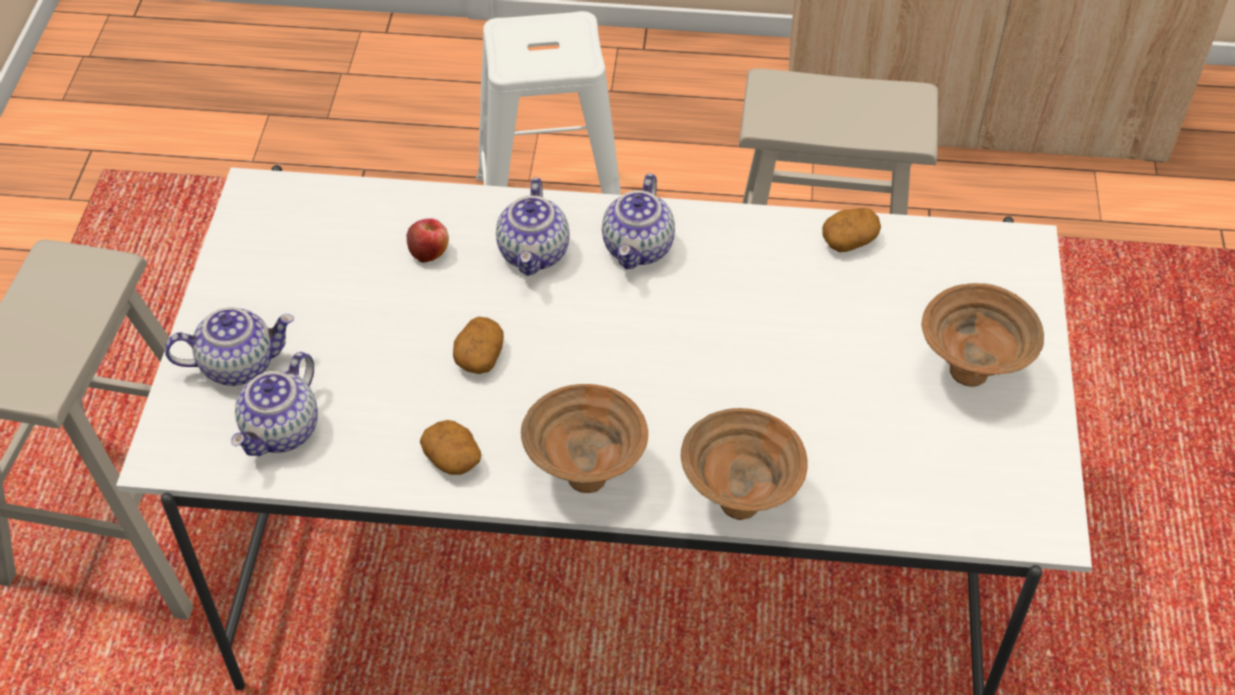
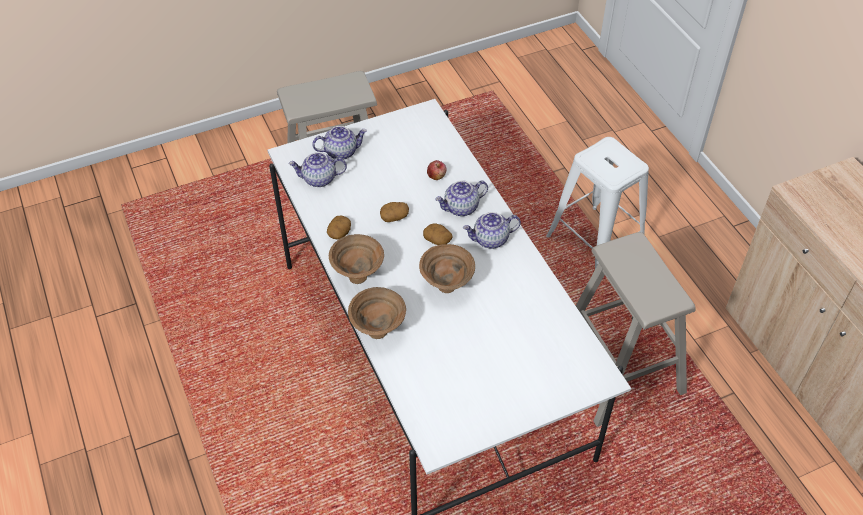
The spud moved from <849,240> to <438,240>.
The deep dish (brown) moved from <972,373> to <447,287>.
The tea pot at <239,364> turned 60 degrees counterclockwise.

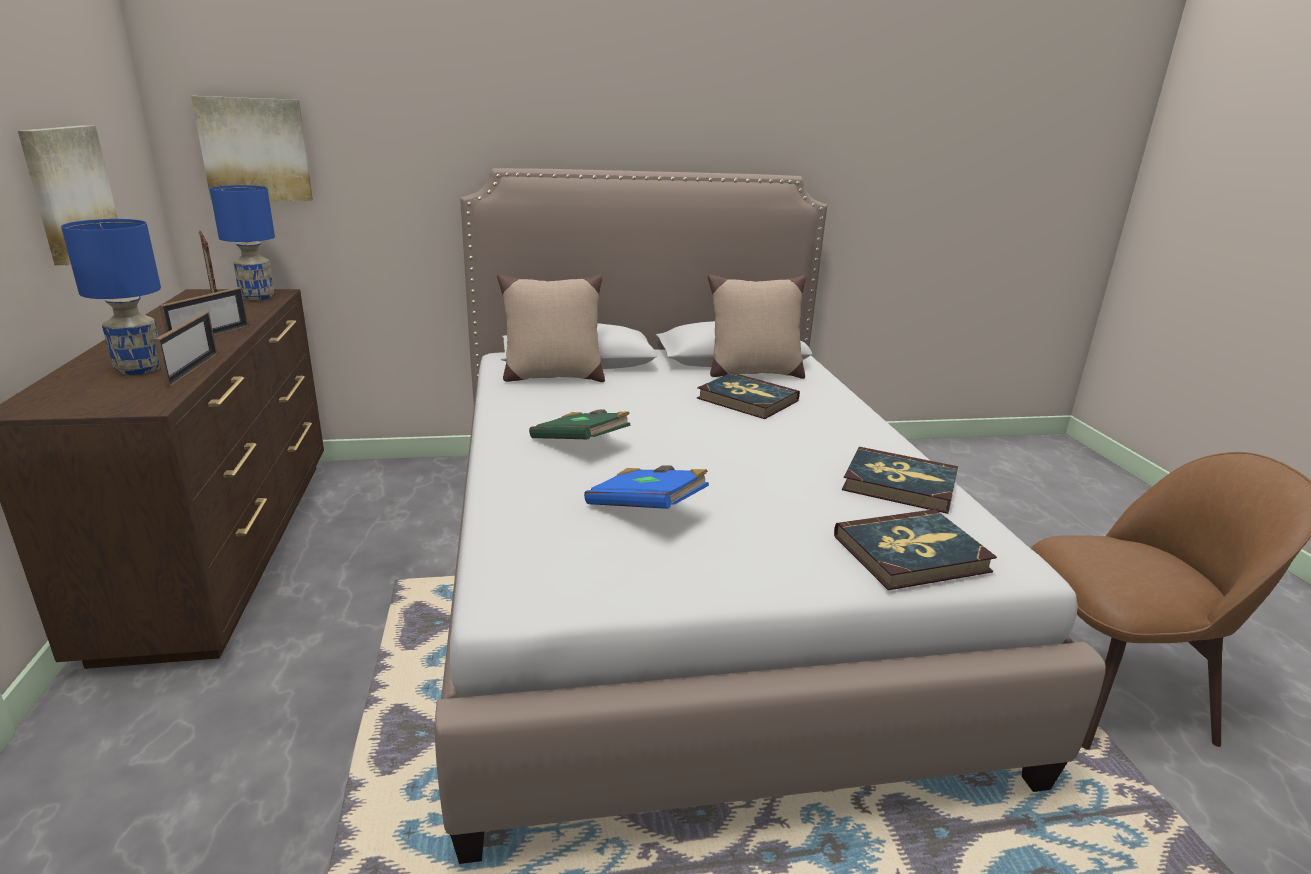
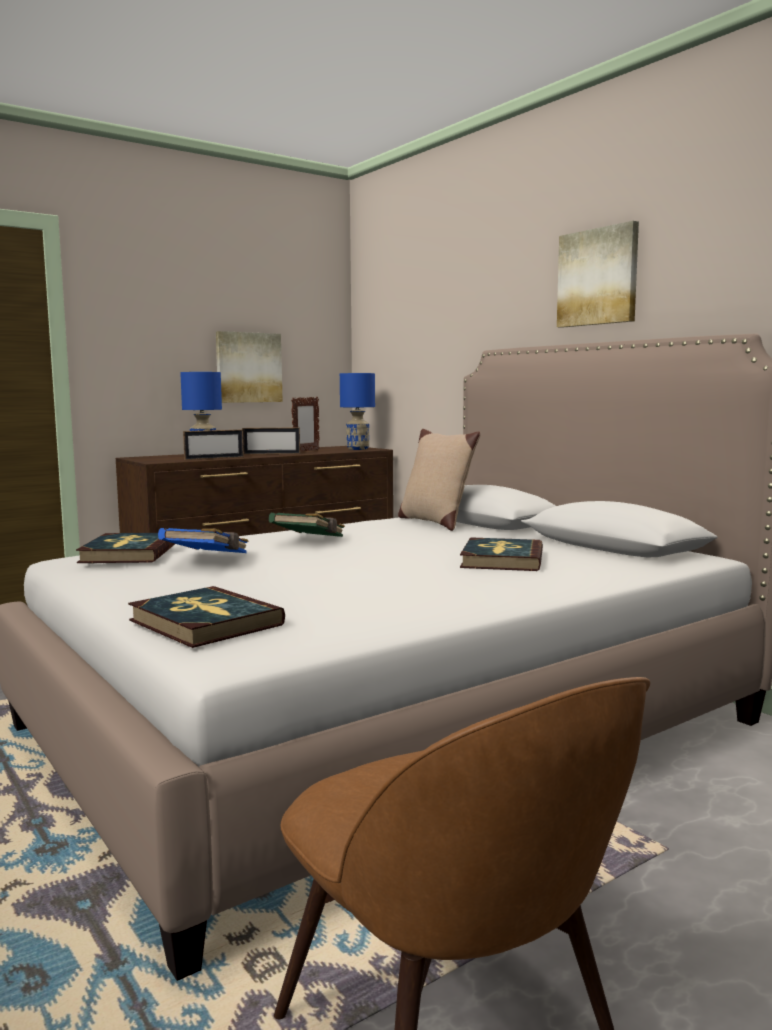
The pillow (beige-coloured) at <752,373> disappeared.
The wall art moved from <255,149> to <598,277>.
The volume moved from <899,484> to <128,553>.

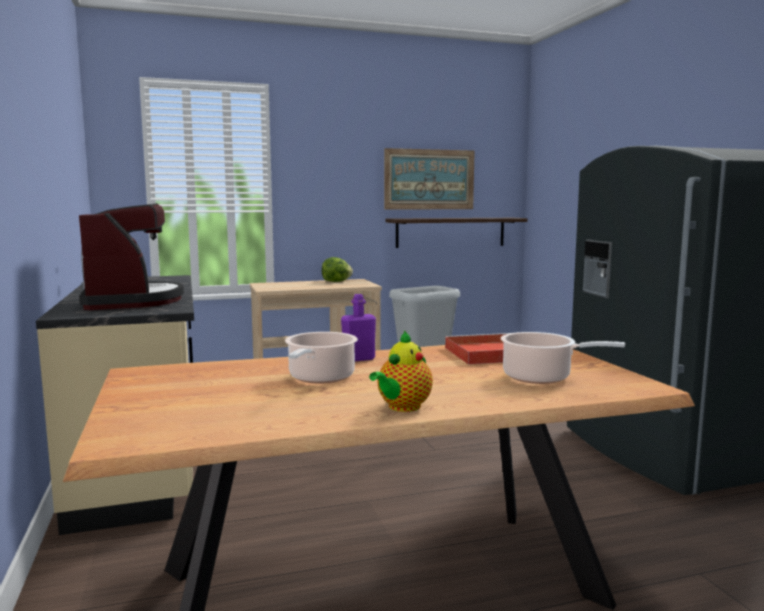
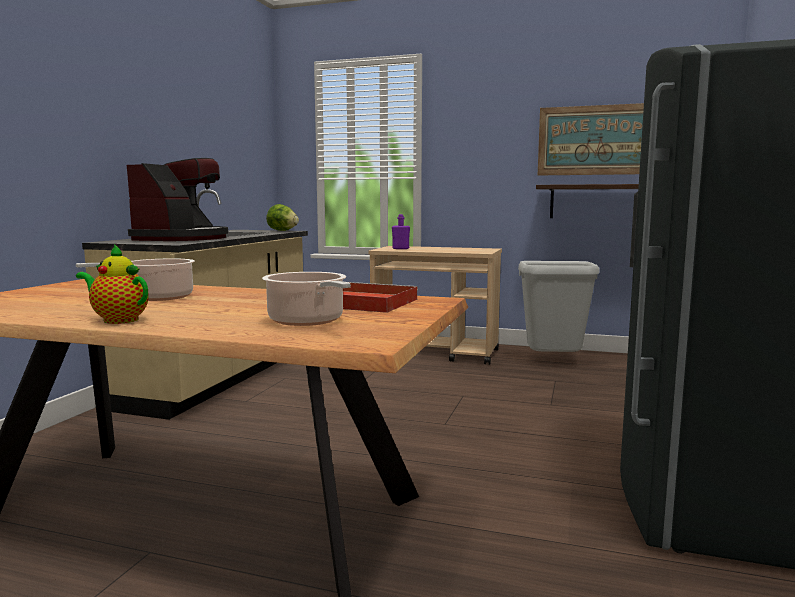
The lettuce moved from <336,281> to <282,230>.
The bottle (purple-coloured) moved from <358,359> to <400,248>.
The tea pot at <402,407> turned 45 degrees clockwise.

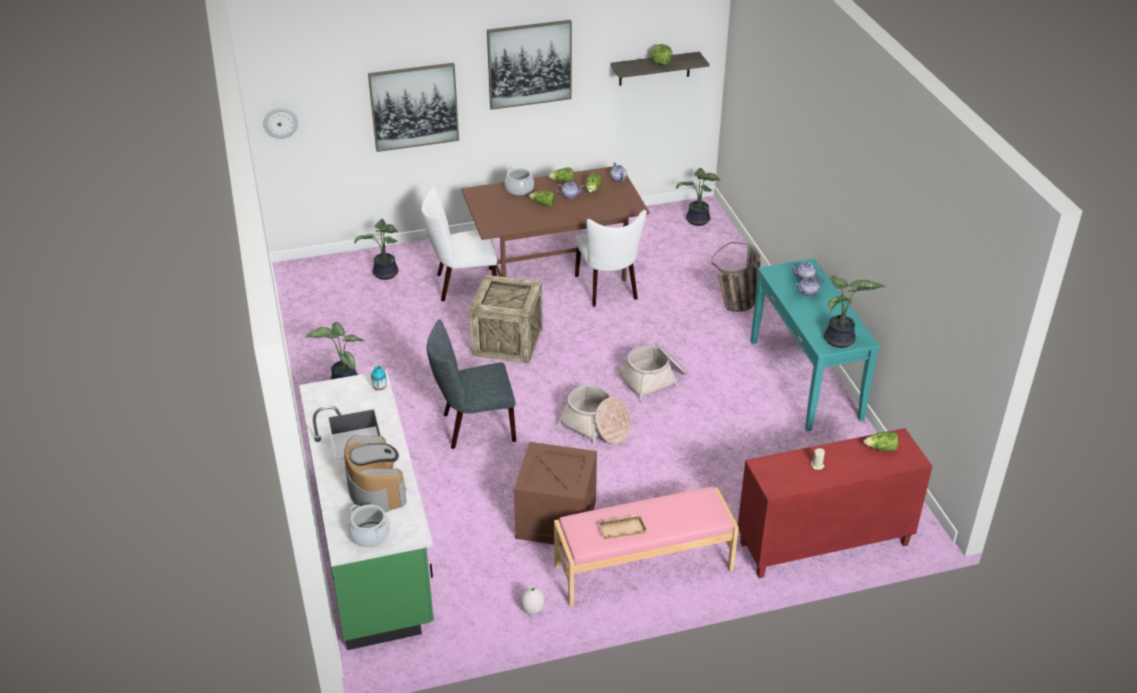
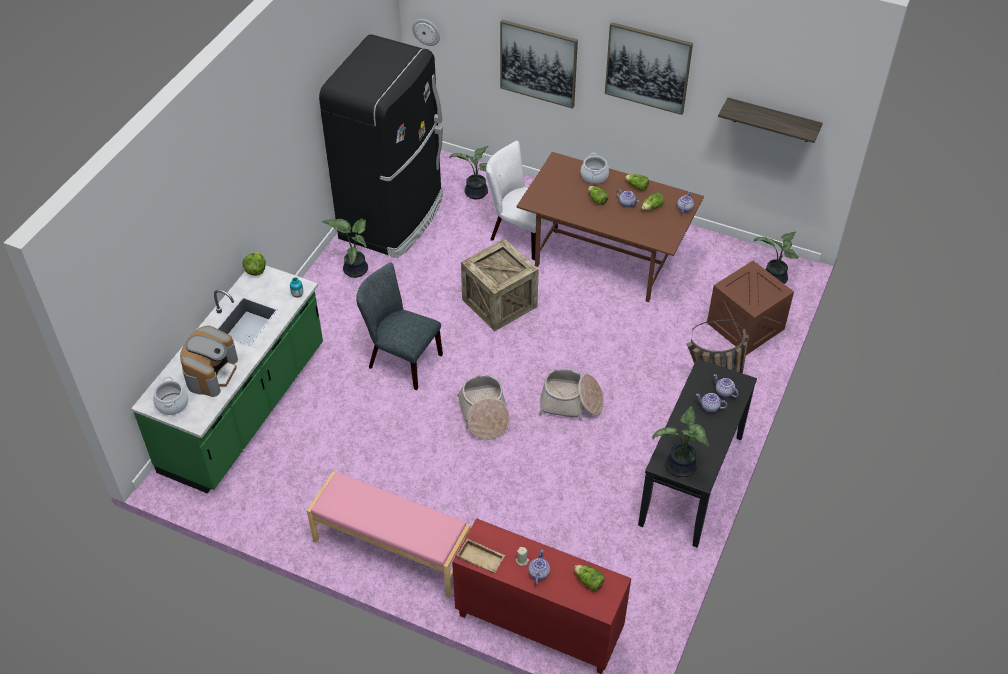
The decorative vase (whitish) at <533,610> disappeared.
The upright chair (whitish) at <608,289> disappeared.
The kitchen fridge (black) at <393,217> appeared.
The tea pot at <538,573> appeared.
The packing crate moved from <556,519> to <745,326>.
The carrying tray (beige-coloured) moved from <622,528> to <482,557>.
The lettuce moved from <660,63> to <255,270>.
The console table (blue-green) at <806,379> became the console table (black) at <692,480>.

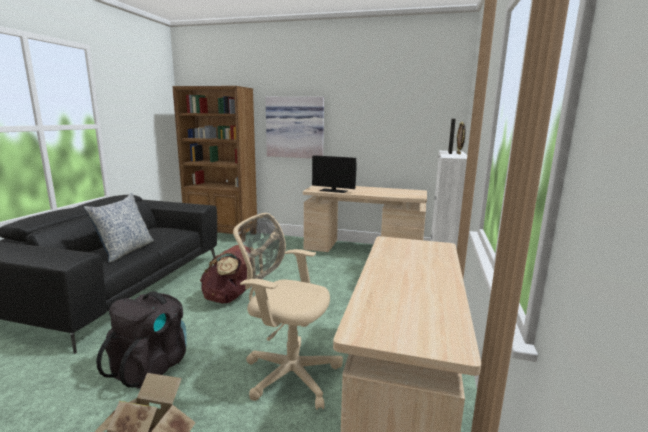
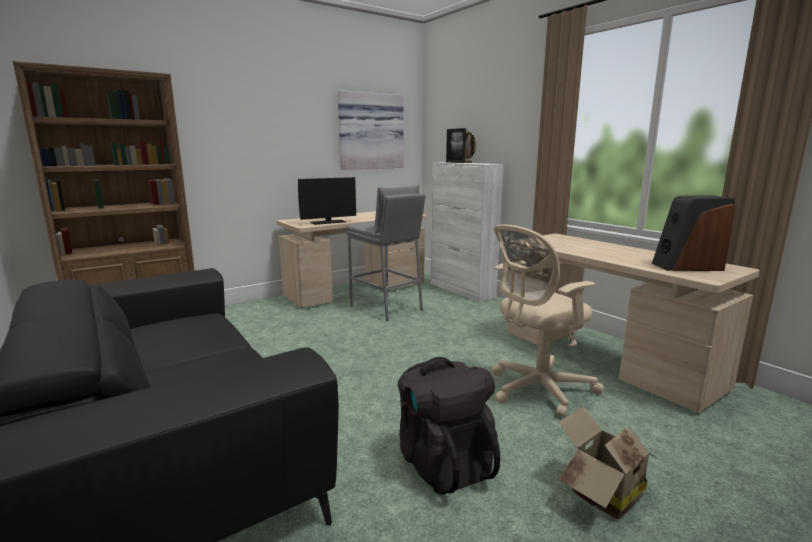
The pillow at <125,251> disappeared.
The rucksack (brown) at <229,298> disappeared.
The sitting stool (grey) at <386,308> appeared.
The audio speaker at <686,266> appeared.
The wall art moved from <295,127> to <370,131>.

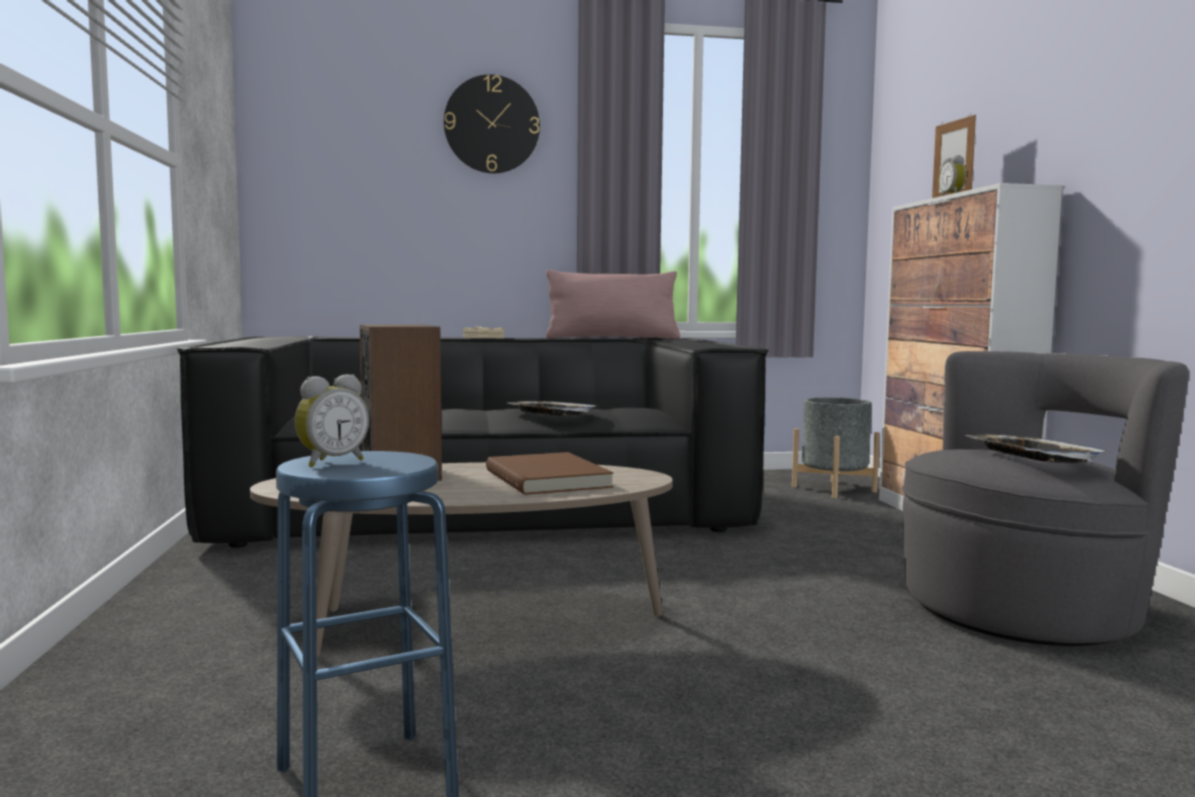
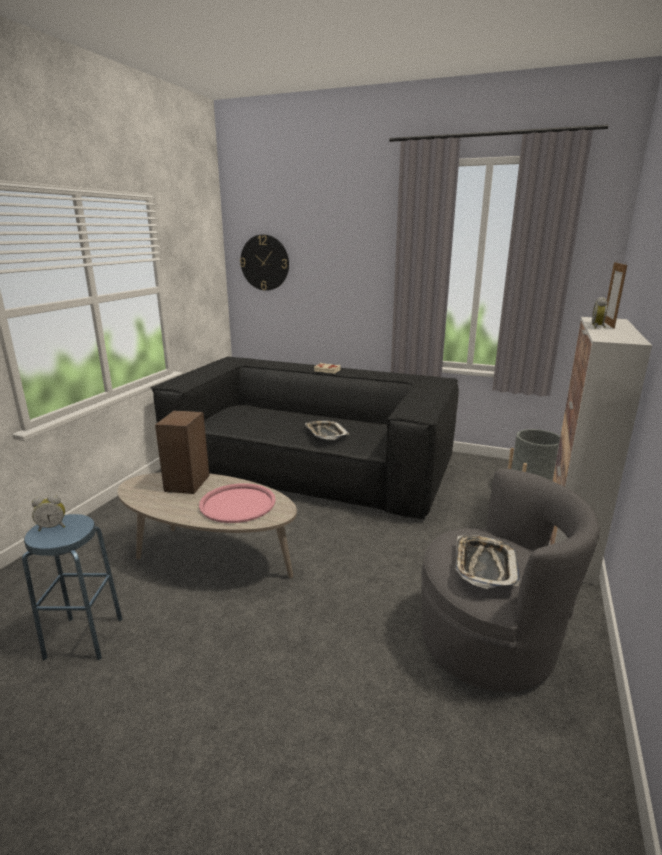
The pillow (pink-coloured) at <612,338> disappeared.
The hanging clock moved from <492,124> to <265,262>.
The volume (brown) at <549,478> was replaced by the carrying tray (pink-coloured) at <237,504>.

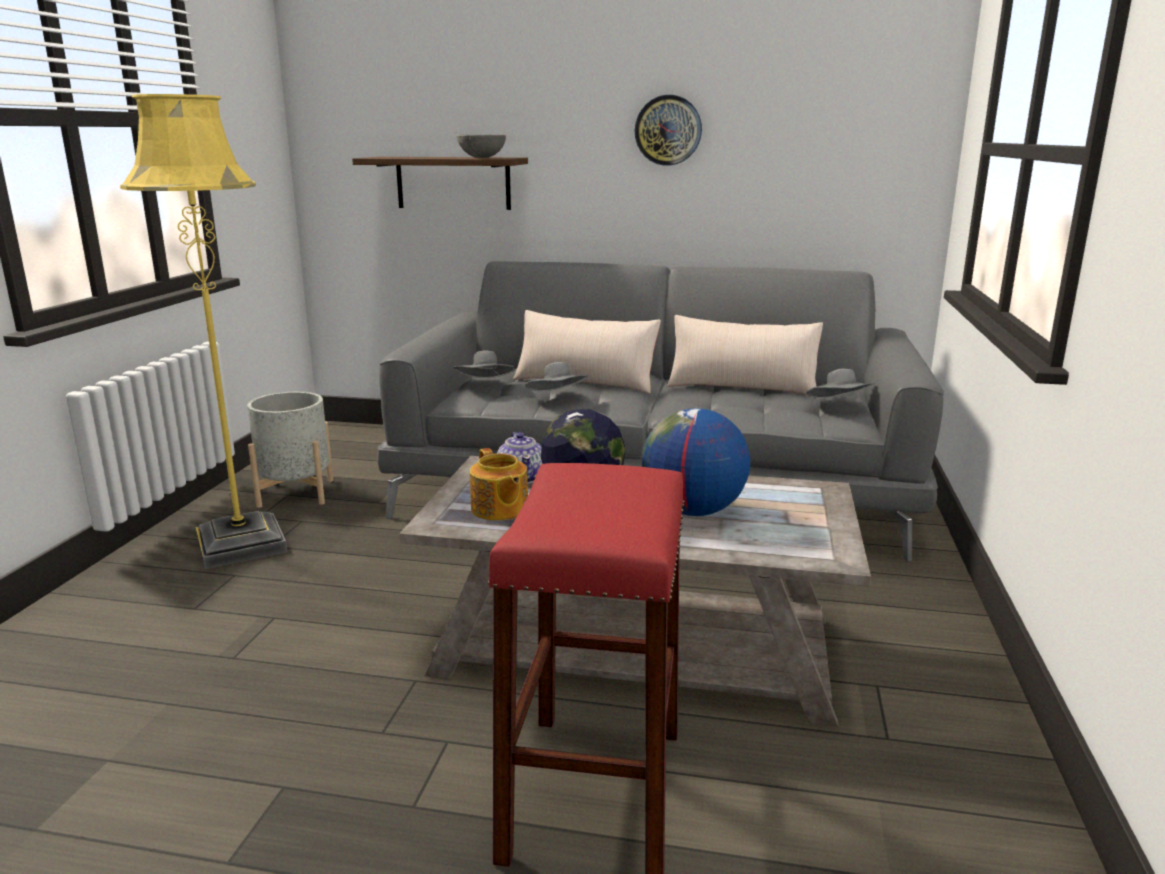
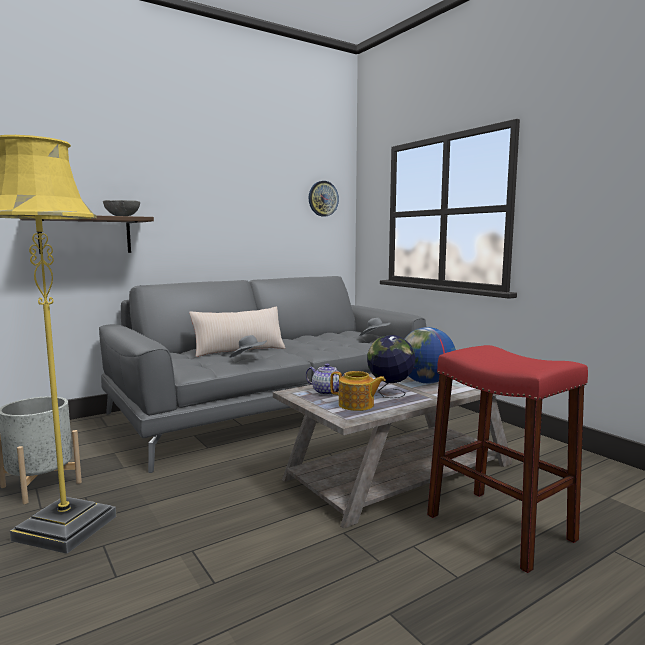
The wearable hat (grey) at <486,385> disappeared.
The pillow (beige-coloured) at <742,387> disappeared.
The hanging clock moved from <668,130> to <323,198>.

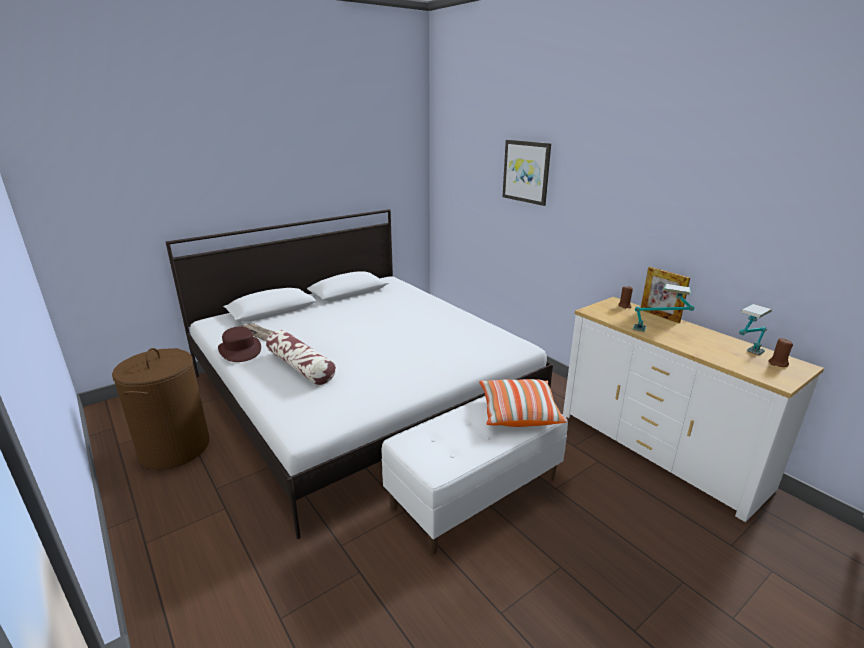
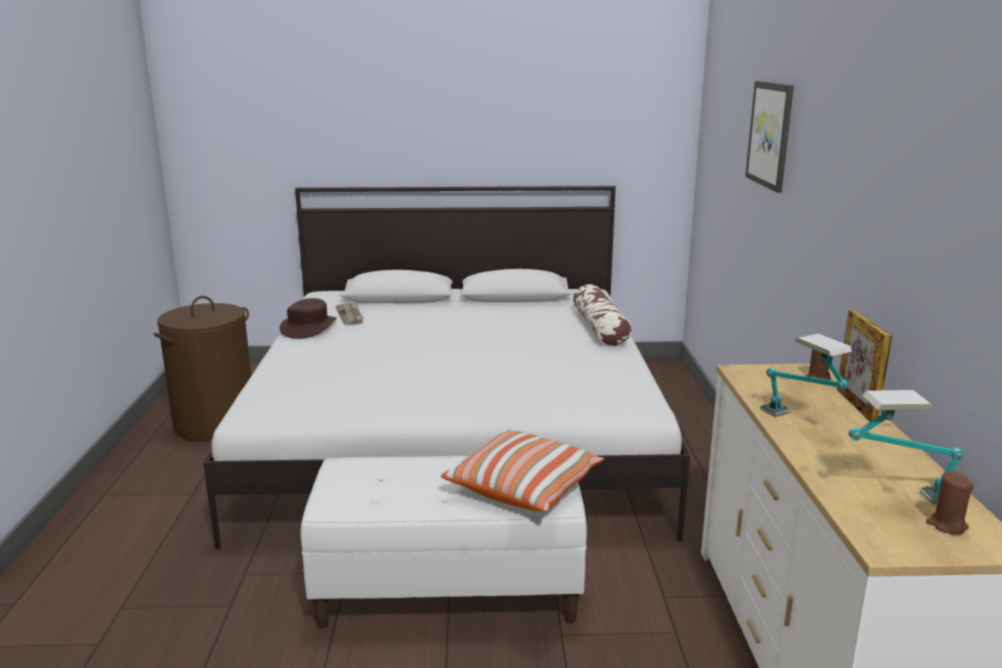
The pillow moved from <301,367> to <600,328>.

